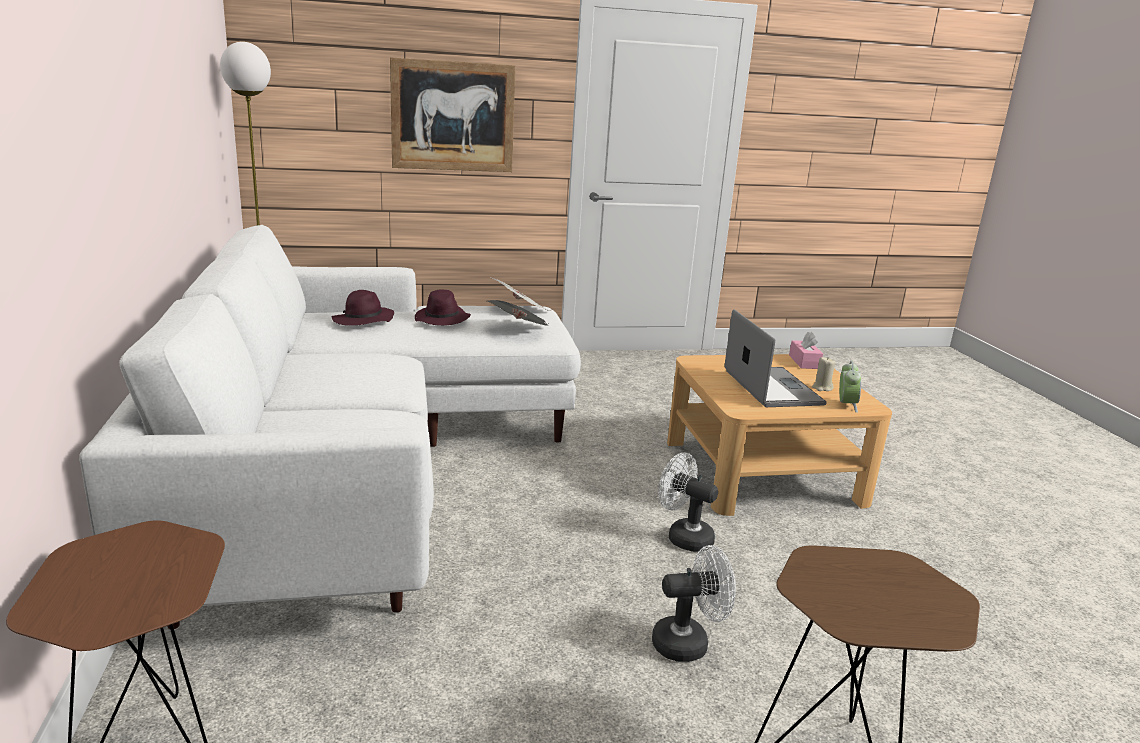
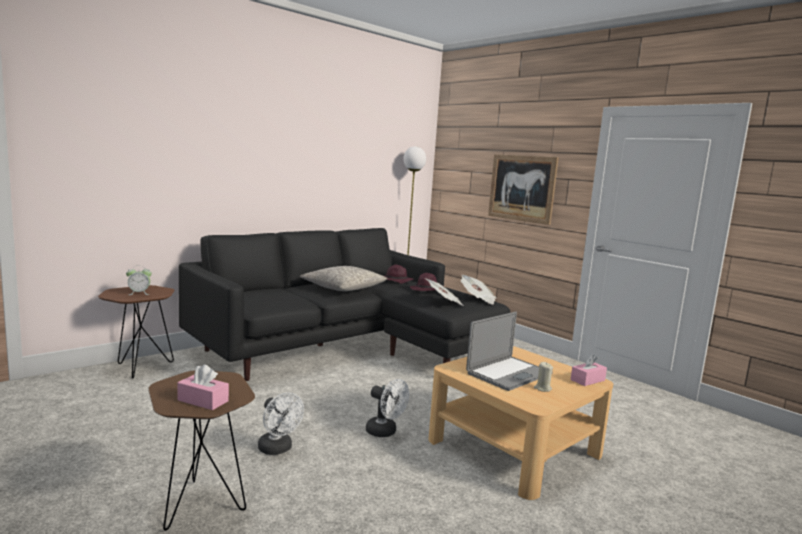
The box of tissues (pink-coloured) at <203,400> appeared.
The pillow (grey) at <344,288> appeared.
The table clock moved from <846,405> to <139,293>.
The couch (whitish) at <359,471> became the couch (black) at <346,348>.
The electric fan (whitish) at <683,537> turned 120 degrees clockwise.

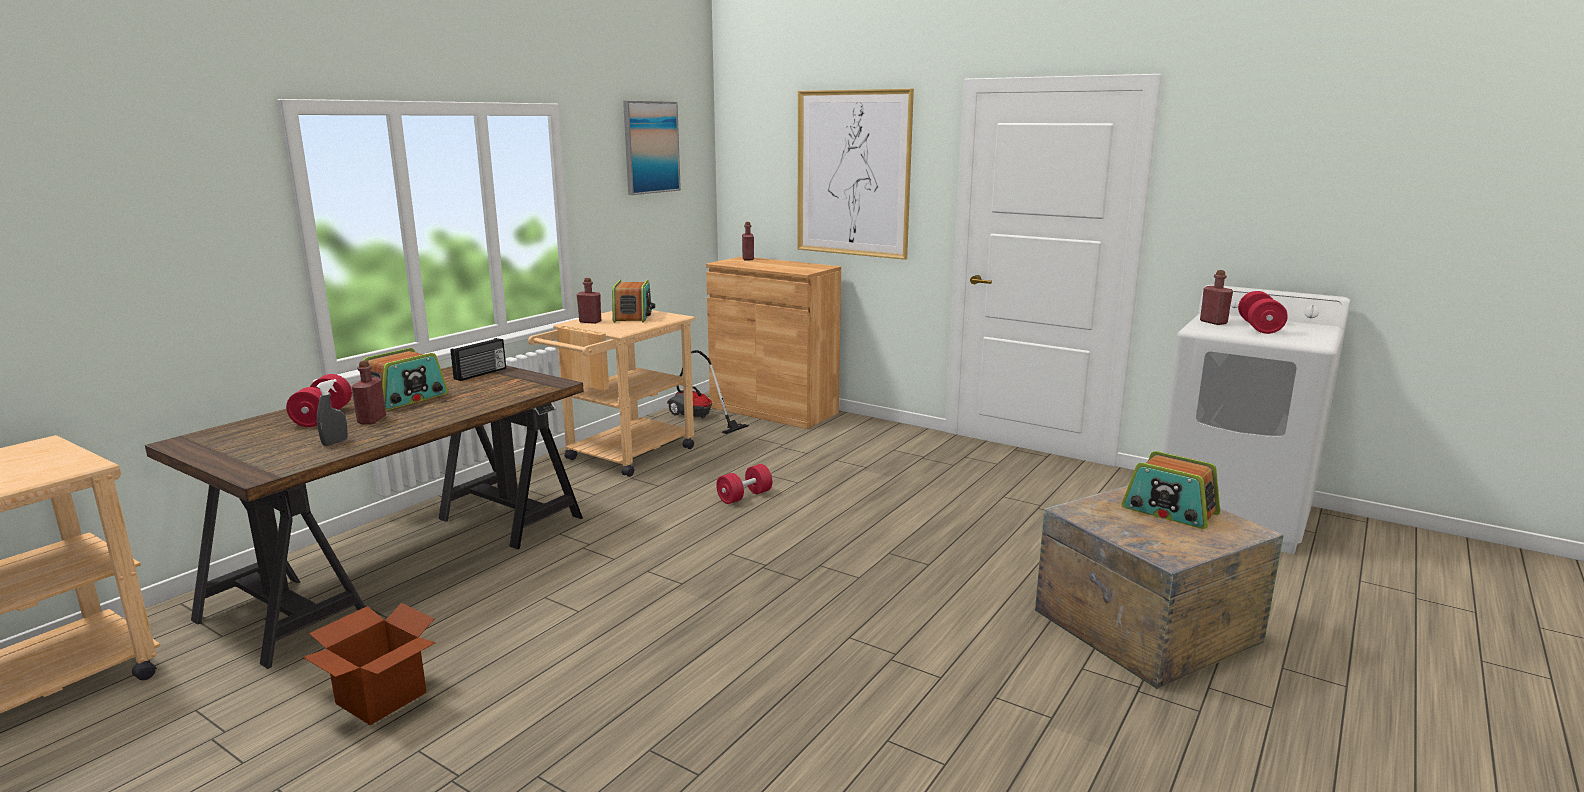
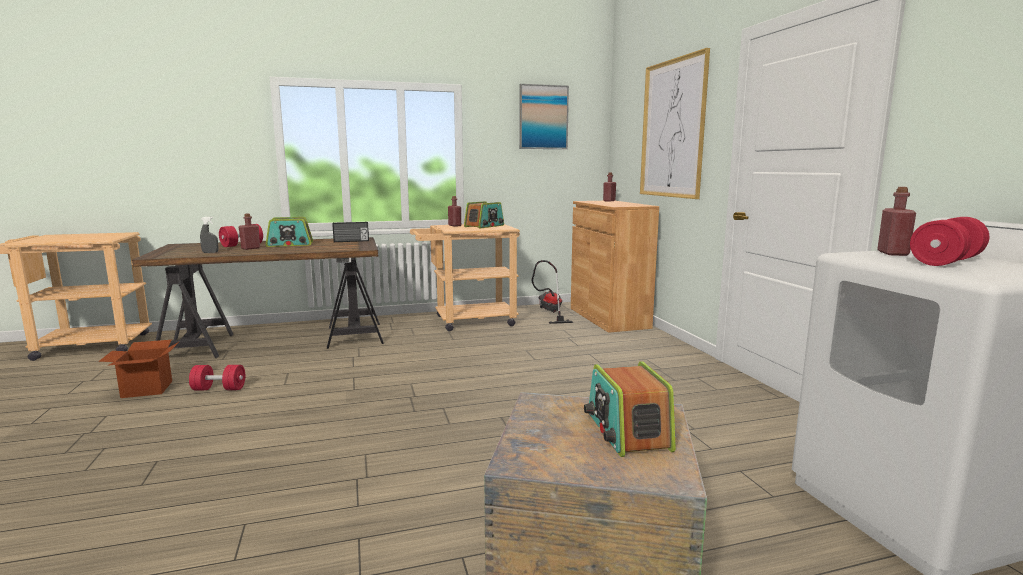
The dumbbell (reddish) moved from <744,496> to <219,389>.

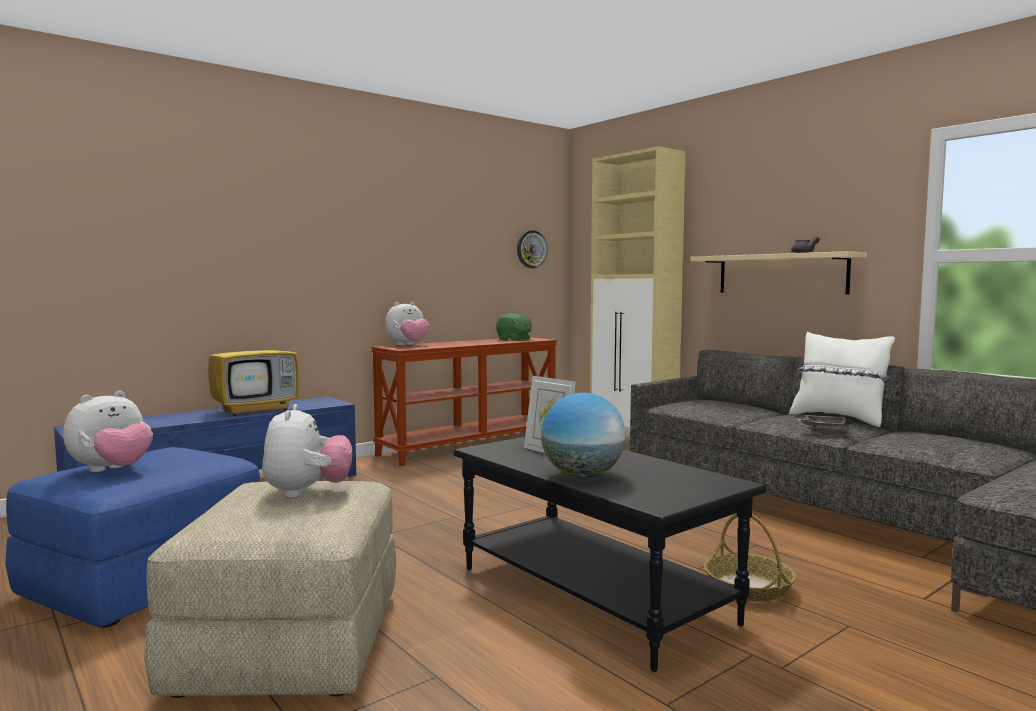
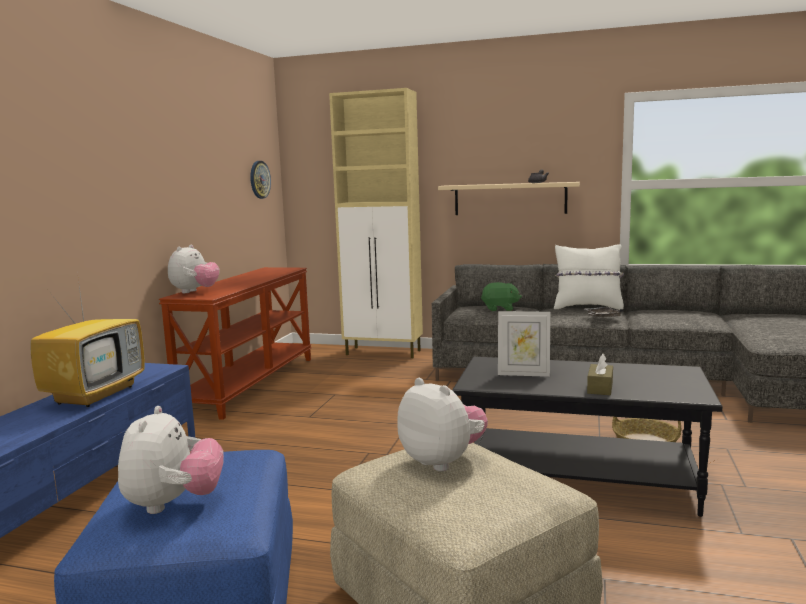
The cuddly toy (greenish) moved from <514,339> to <500,309>.
The globe at <582,476> was replaced by the box of tissues (brown) at <600,388>.

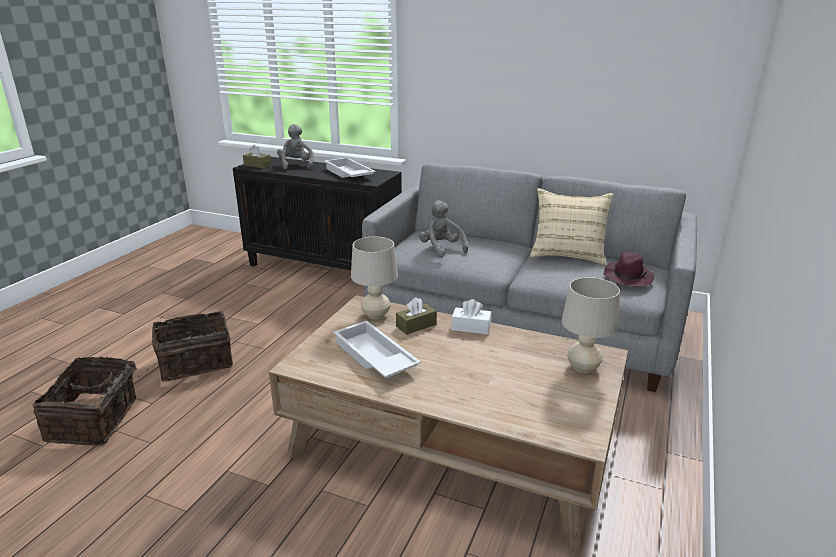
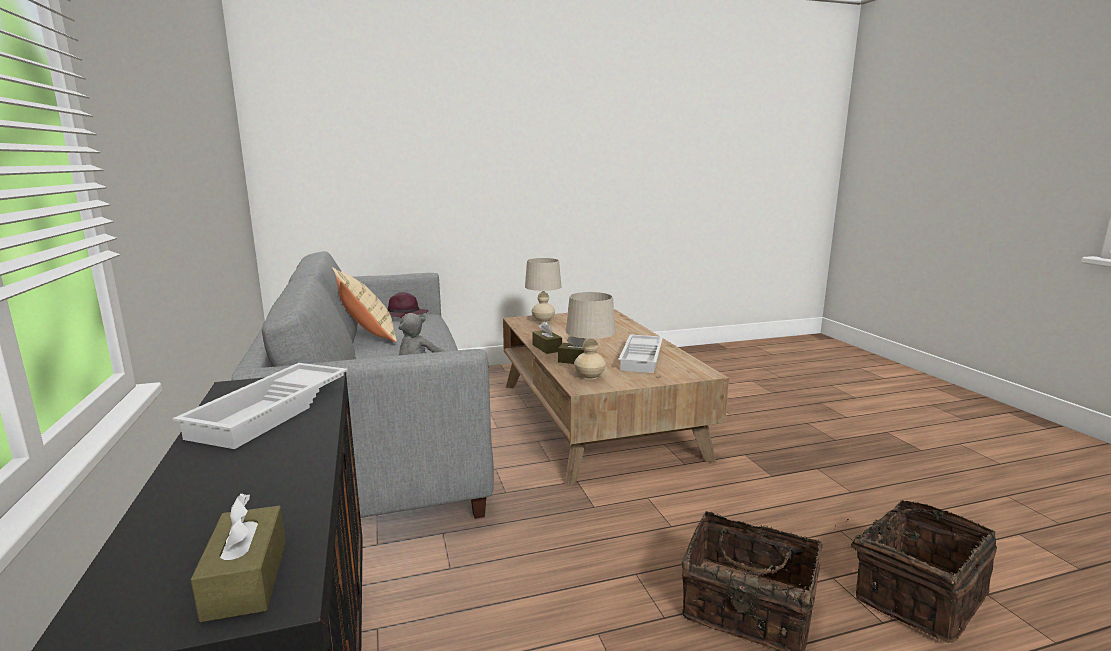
The cuddly toy (grey) at <296,165> disappeared.
The box of tissues (whitish) at <471,327> became the box of tissues (brown) at <547,348>.

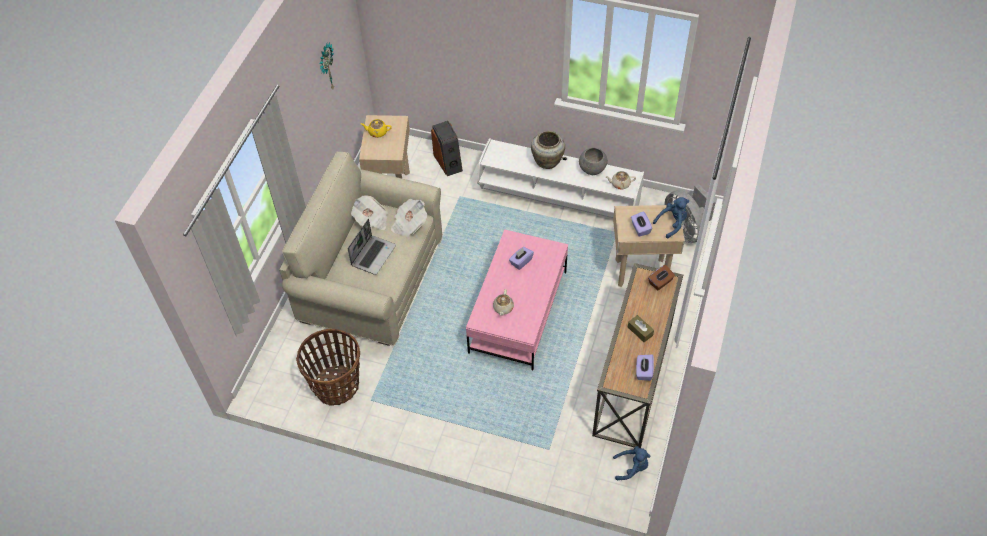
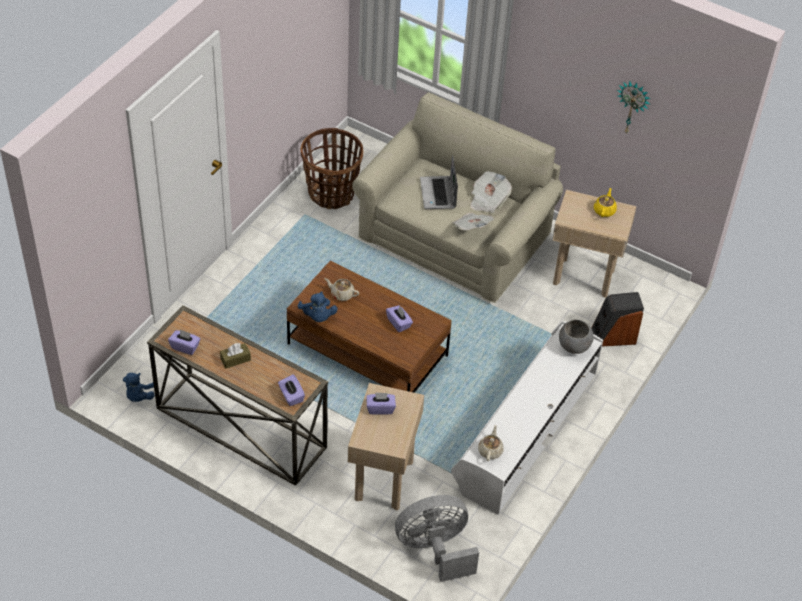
The decorative vase (beige-coloured) at <548,161> disappeared.
The deep dish (grey) moved from <592,169> to <574,347>.
The cuddly toy (bluish) moved from <672,224> to <317,316>.
The low table (pink-coloured) at <518,311> became the low table (brown) at <368,350>.
The box of tissues (brown) at <660,282> became the box of tissues (purple-coloured) at <291,396>.
The notebook computer at <373,255> turned 45 degrees clockwise.

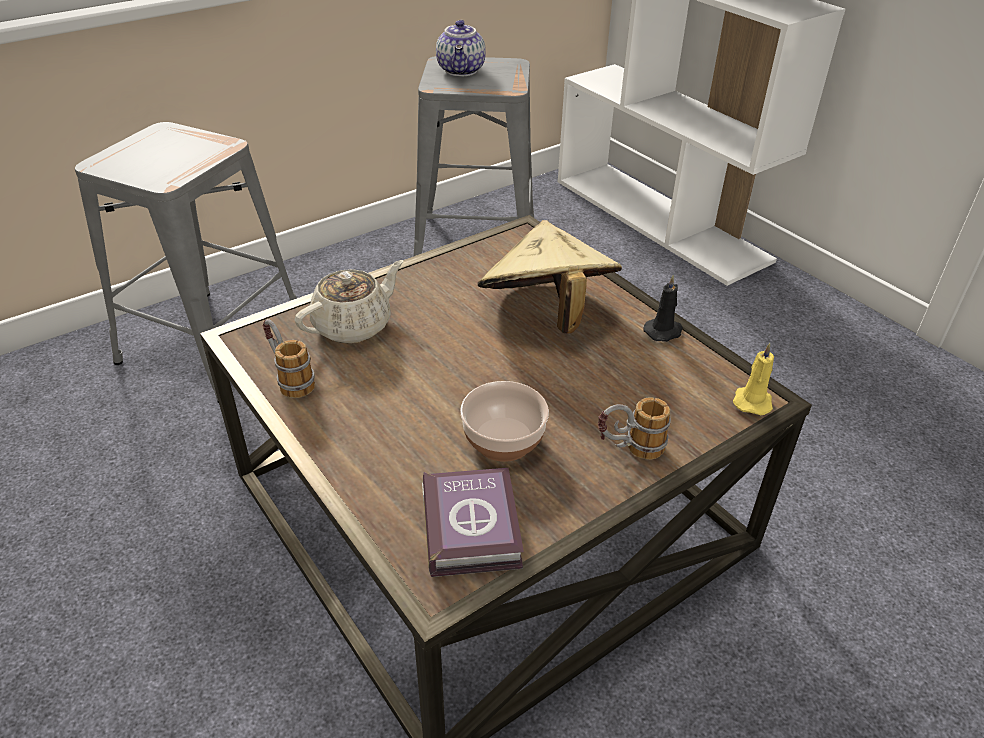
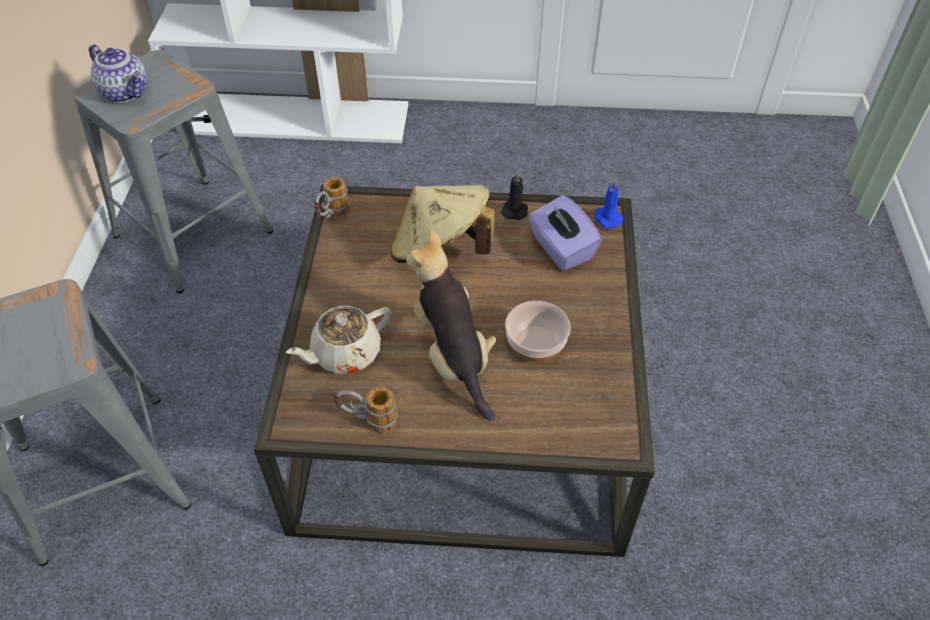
The volume at <473,525> disappeared.
The cuddly toy at <453,356> appeared.
The box of tissues (purple-coloured) at <561,249> appeared.
The coffee mug moved from <629,450> to <332,216>.
The wax light (yellowish) at <752,401> became the wax light (bluish) at <607,218>.
The tea pot (beige-coloured) at <354,325> turned 120 degrees counterclockwise.

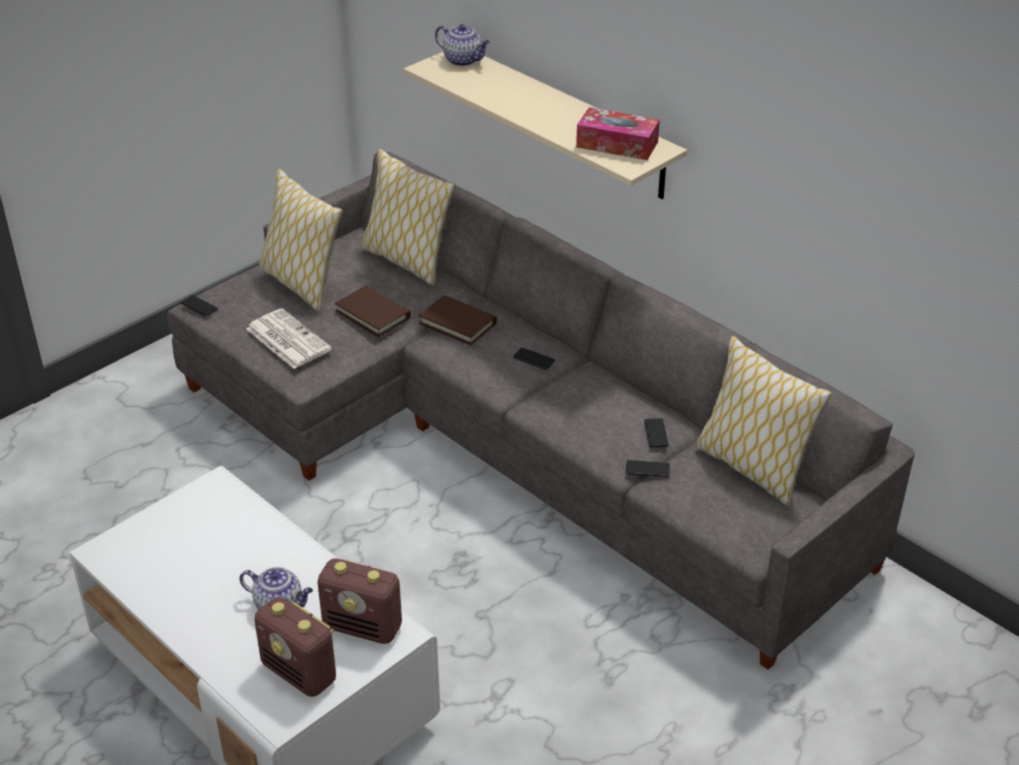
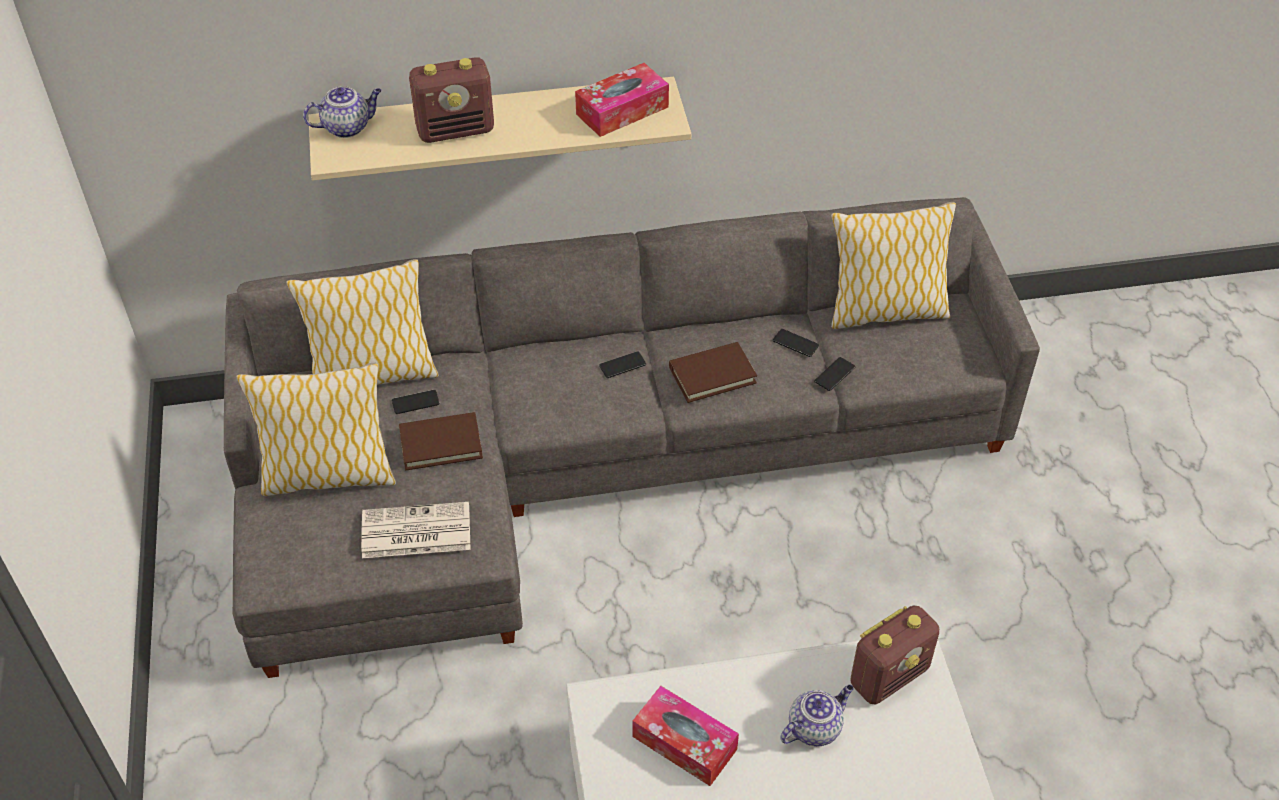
The box of tissues at <684,743> appeared.
The telephone moved from <199,306> to <415,402>.
The radio receiver moved from <300,673> to <456,130>.
The volume (brown) moved from <458,323> to <712,375>.

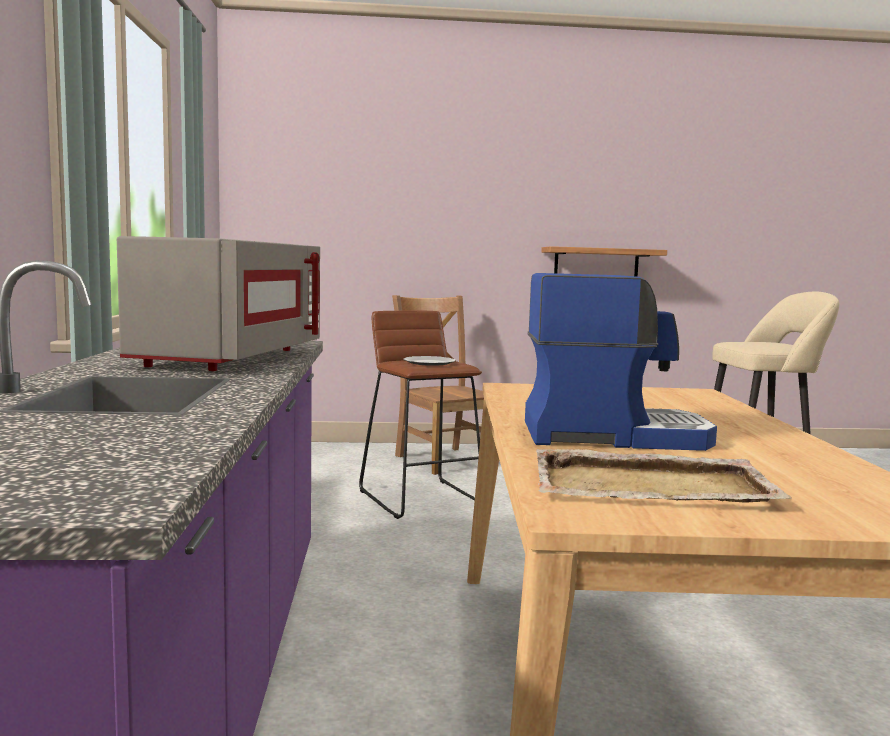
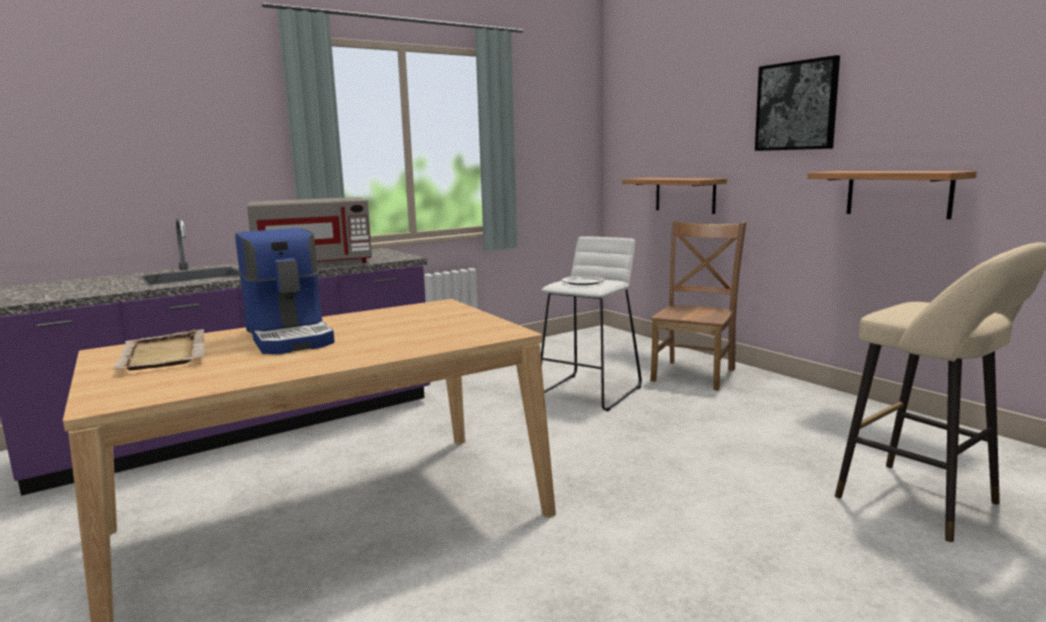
The shelf at <685,195> appeared.
The wall art at <796,106> appeared.
The sitting stool (brown) at <421,498> became the sitting stool (whitish) at <590,392>.

